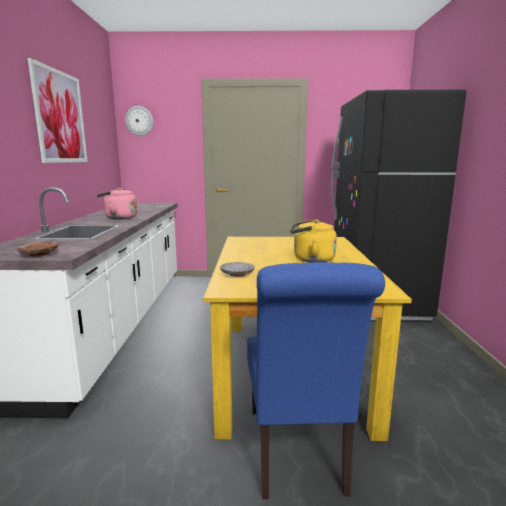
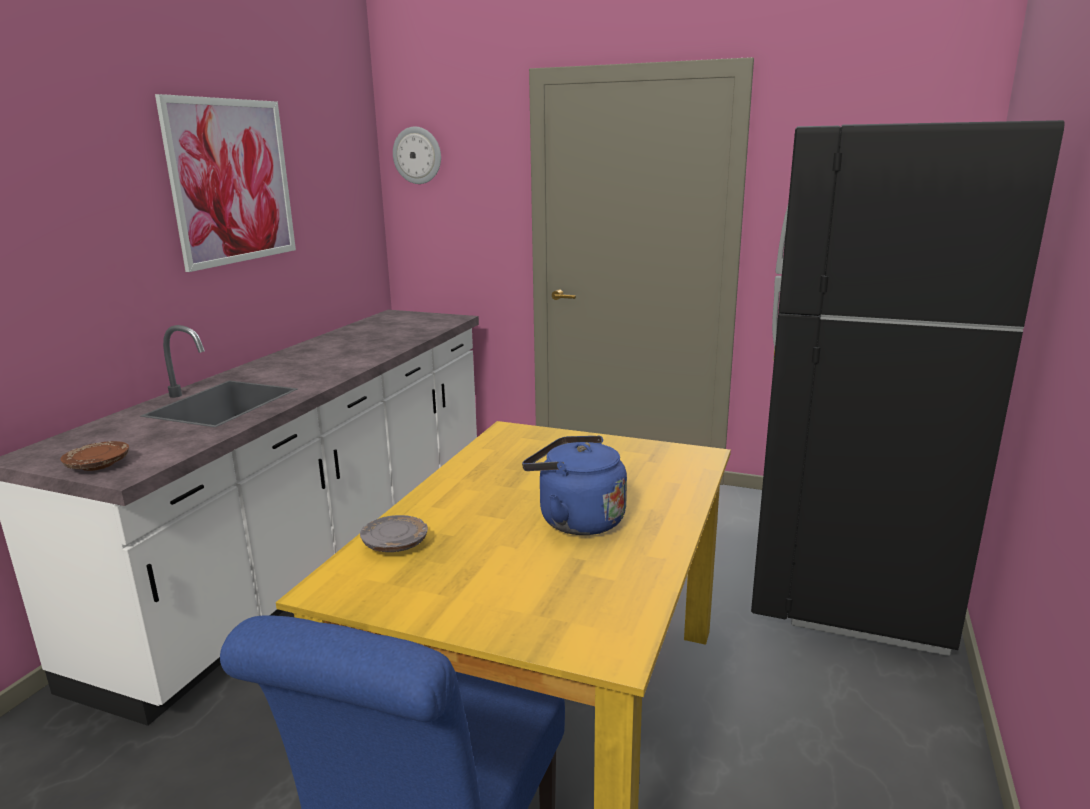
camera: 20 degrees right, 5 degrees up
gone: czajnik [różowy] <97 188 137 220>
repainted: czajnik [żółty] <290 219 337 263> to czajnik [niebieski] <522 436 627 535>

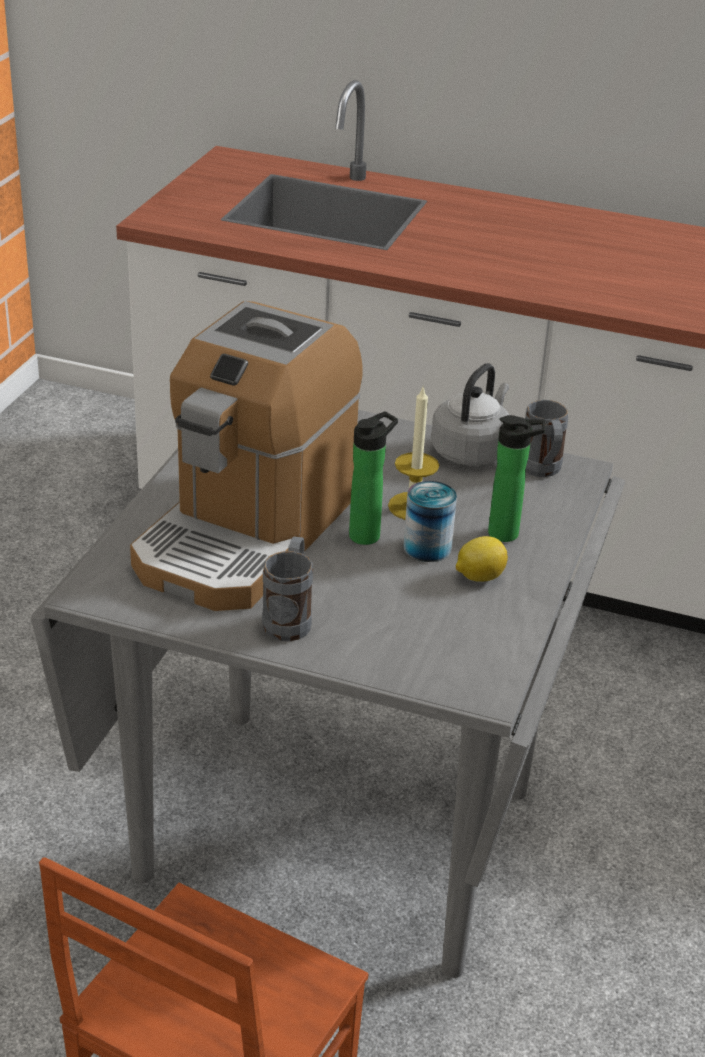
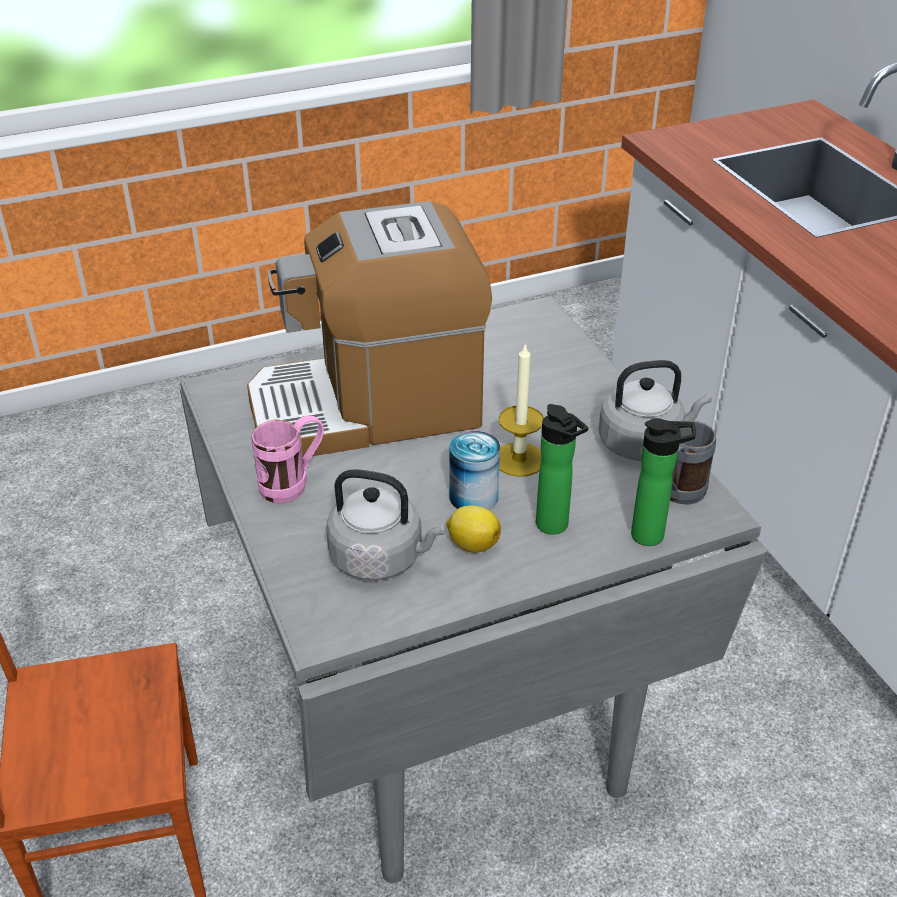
camera: 50 degrees right, 5 degrees up
new: czajnik [szary] <326 469 445 580>
shifted: butelka <349 411 398 545> to <631 418 696 546>
repainted: kubek [szary] <262 537 313 641> to kubek [różowy] <251 415 324 503>

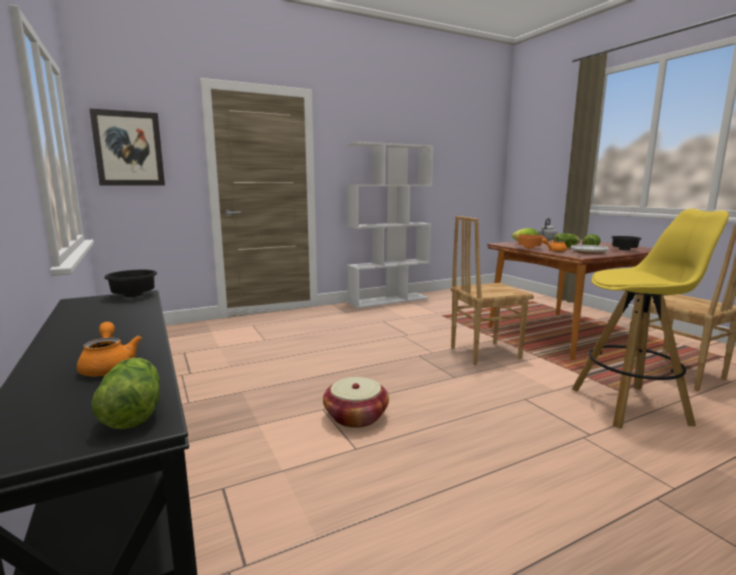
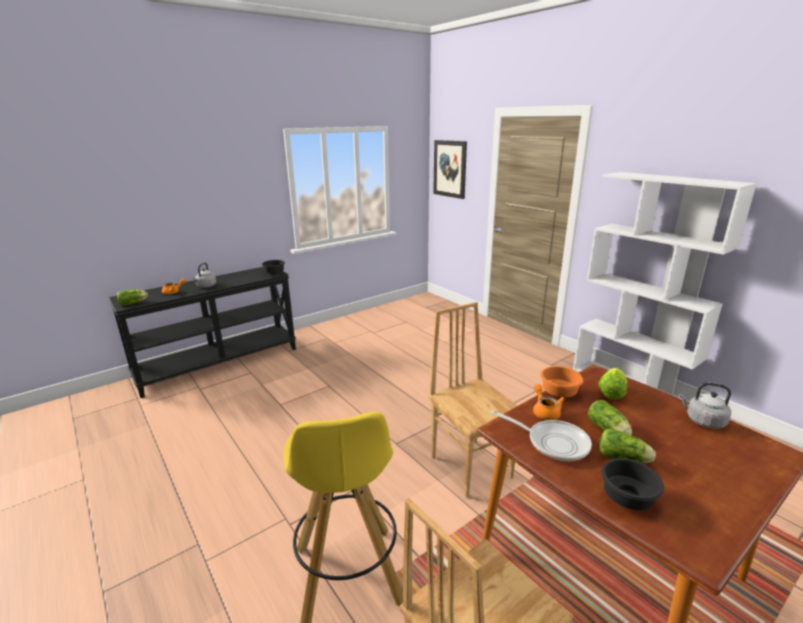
camera: 80 degrees right, 10 degrees up
gone: koszyk <323 377 389 428>
new: czajnik [szary] <194 262 217 288>

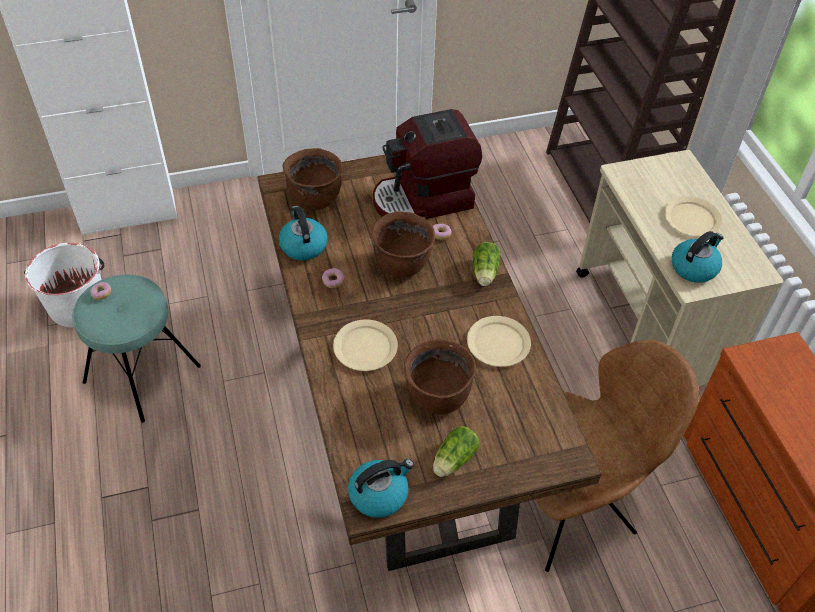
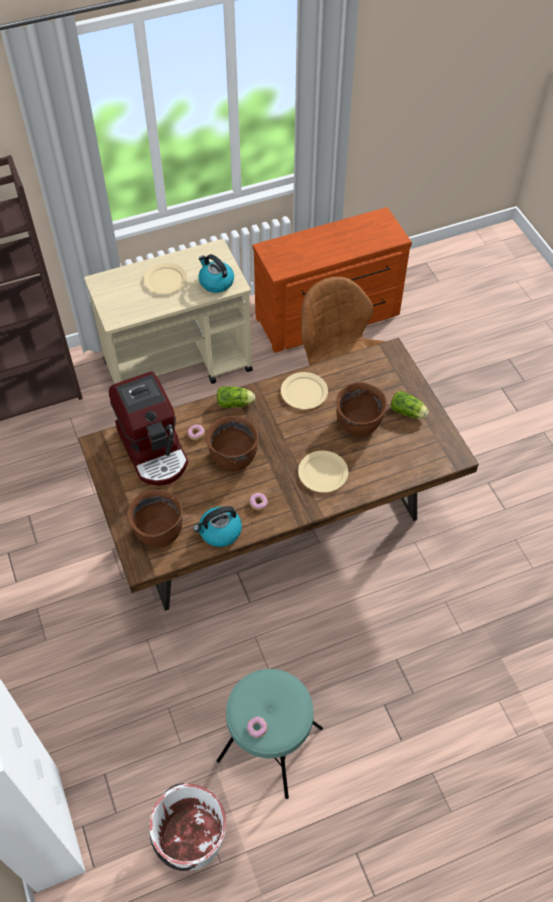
camera: 95 degrees left, 5 degrees up
gone: czajnik <348 459 414 518>

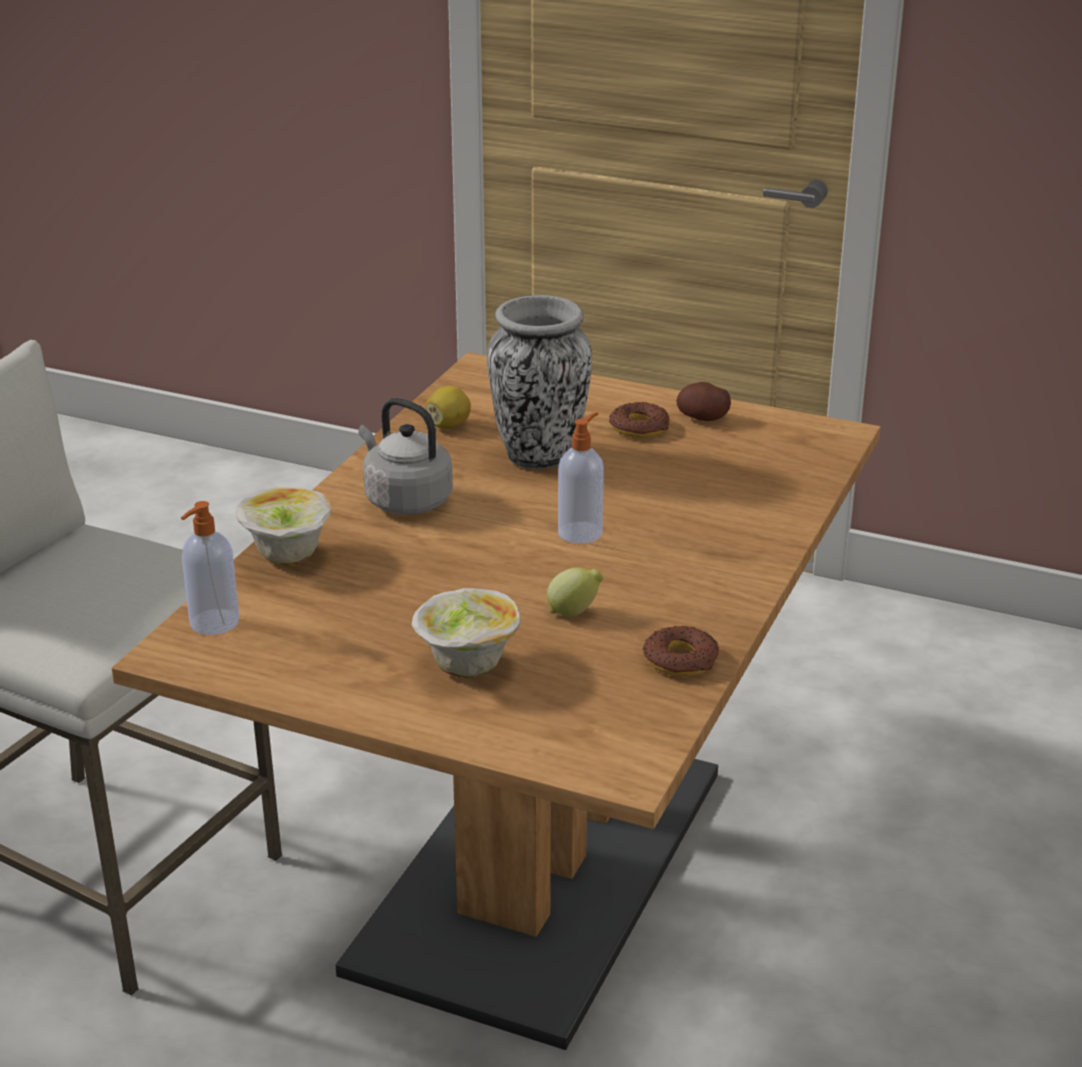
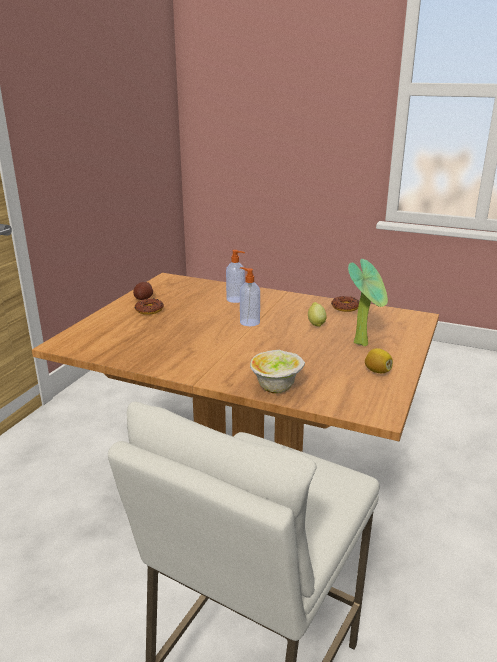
camera: 90 degrees left, 5 degrees down
gone: wazon <487 295 592 469>; czajnik [szary] <359 398 453 515>
shifted: cytryna <425 386 471 429> to <365 348 393 373>; dozownik mydła <181 501 239 635> to <226 250 245 303>
swapped: miska <412 588 521 678> to roślina doniczkowa <348 259 388 347>

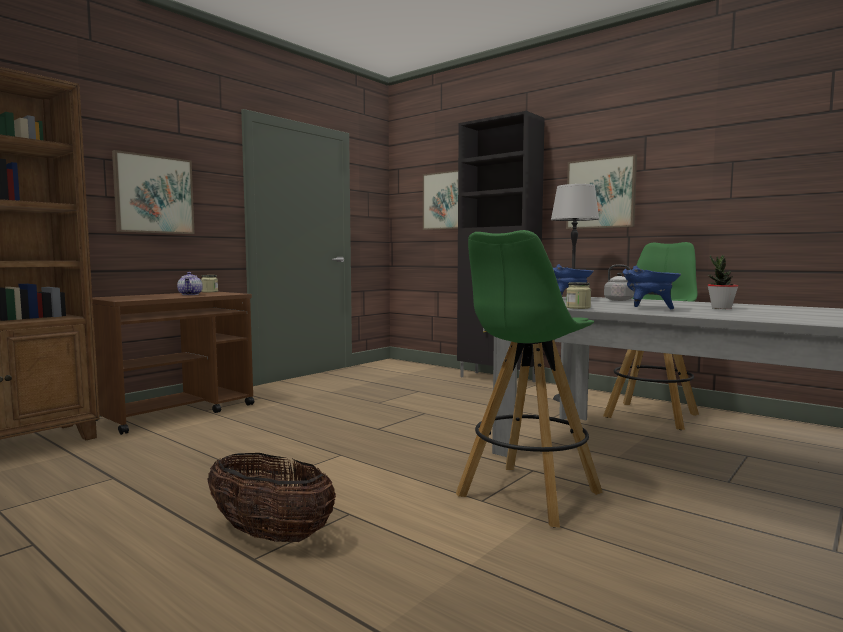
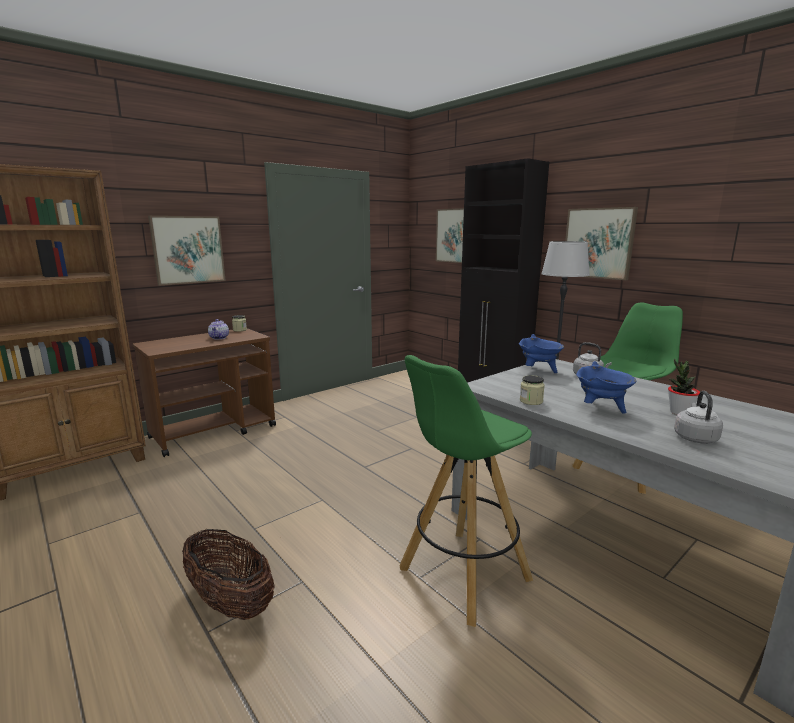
camera: 10 degrees right, 10 degrees up
new: czajnik [szary] <674 391 723 444>

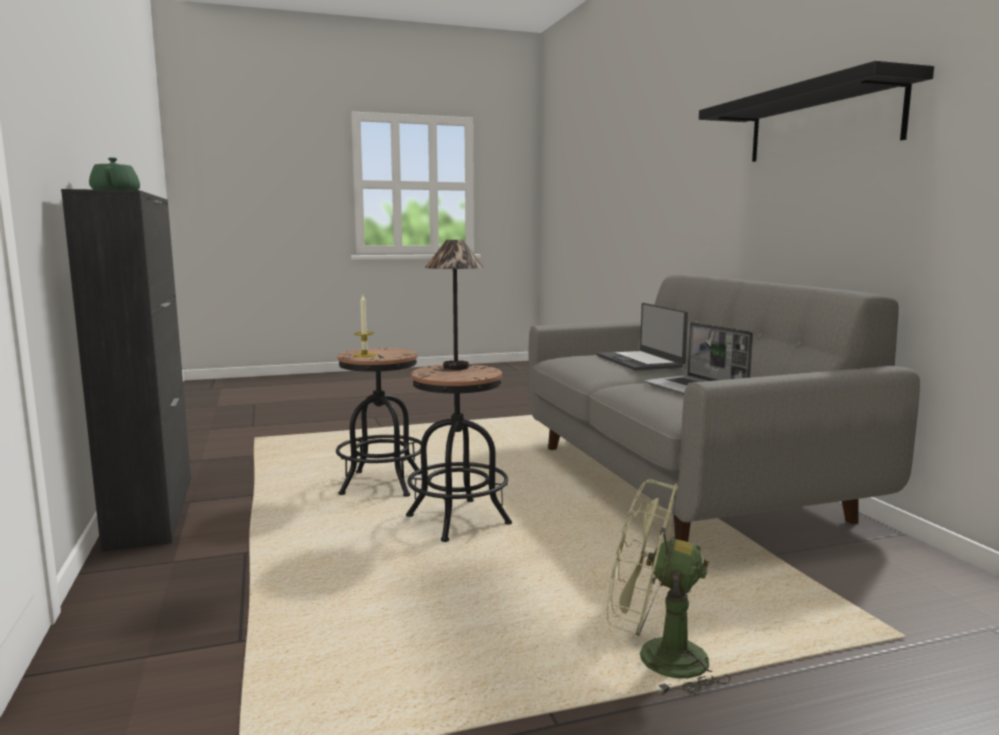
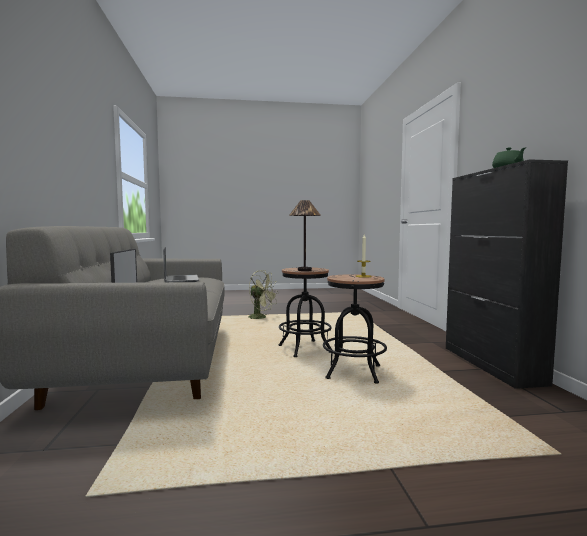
camera: 170 degrees left, 5 degrees down
gone: półka [czarny] <699 61 934 162>

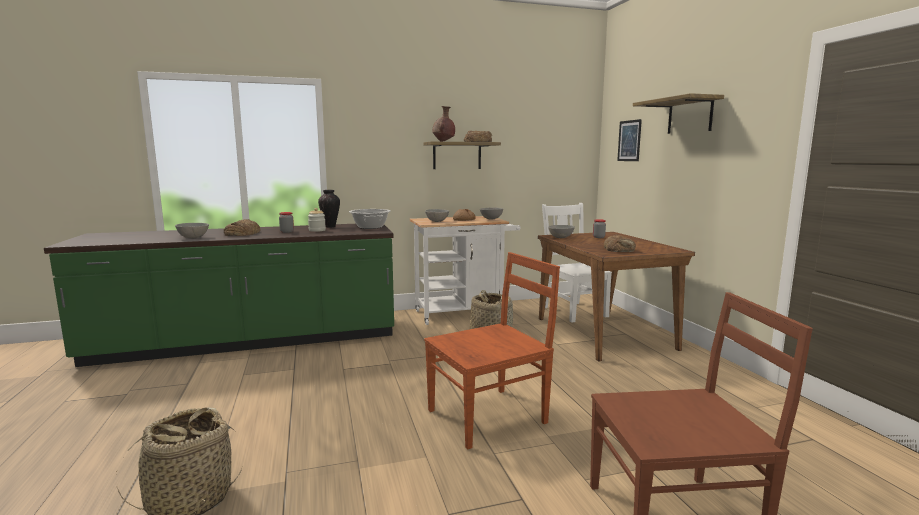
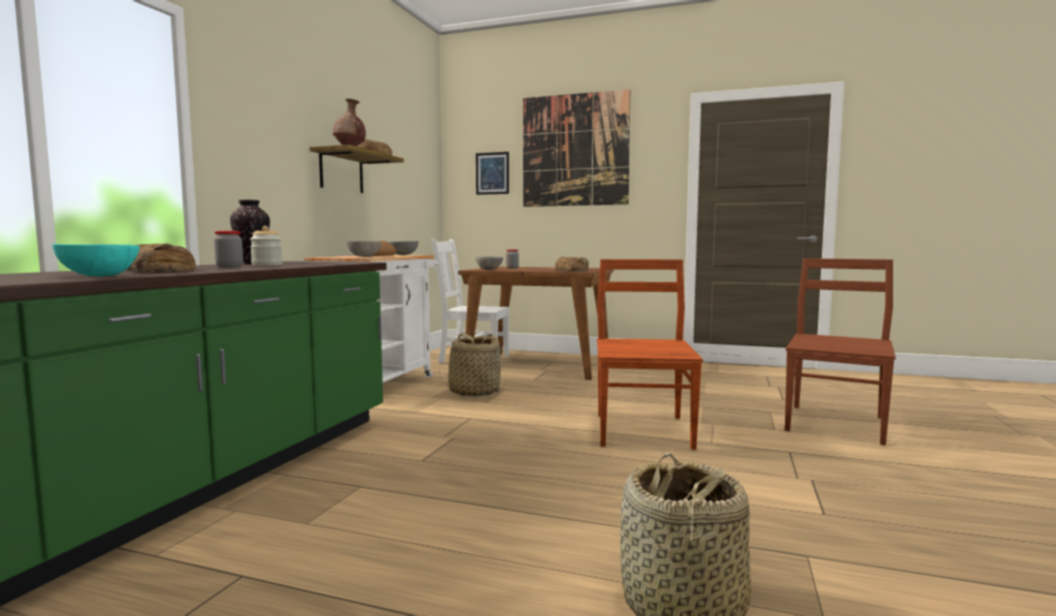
camera: 55 degrees left, 5 degrees down
gone: garnek <349 209 391 229>
swapped: półka <633 93 724 134> to obraz <523 89 630 207>
repainted: miska [szary] <175 223 209 239> to miska [turkusowy] <52 244 139 276>

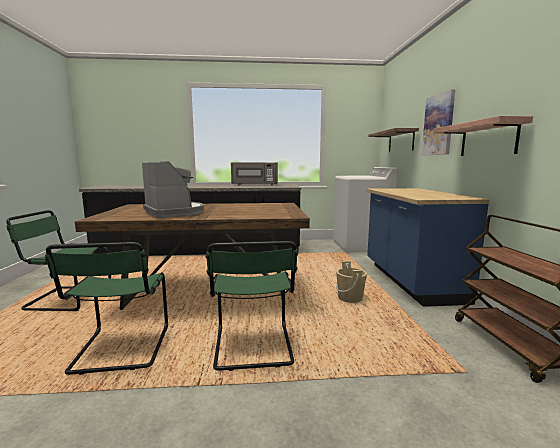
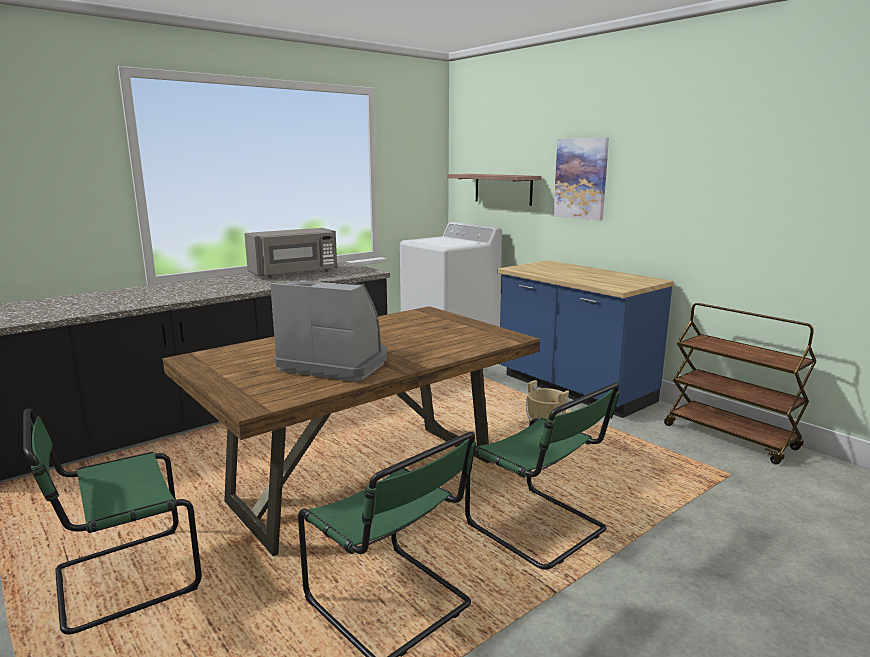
camera: 35 degrees left, 5 degrees up
gone: półka <433 116 533 156>

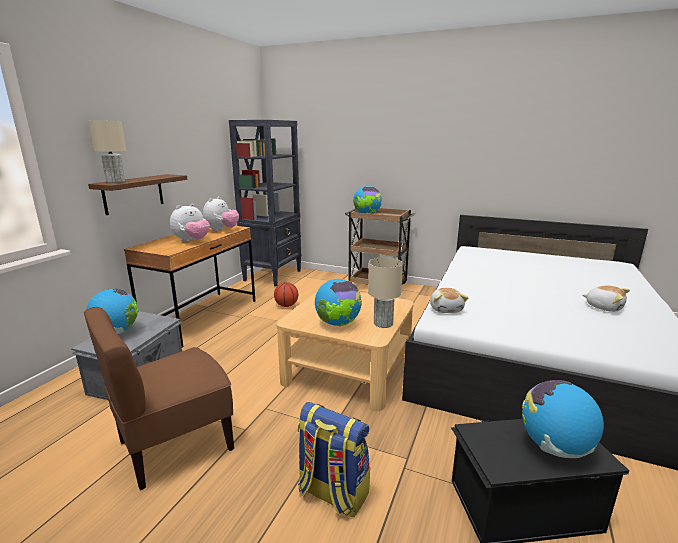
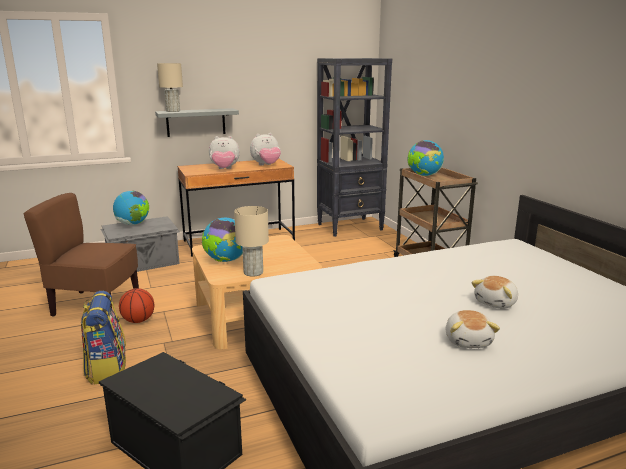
camera: 45 degrees right, 0 degrees up
gone: globus <522 380 604 458>
shifted: piłka do koszykówki <274 282 298 307> to <119 288 154 323>; pluszak <430 288 468 313> to <472 276 518 309>
repainted: półka [brązowy] <88 174 187 215> to półka [szary] <155 108 239 137>

